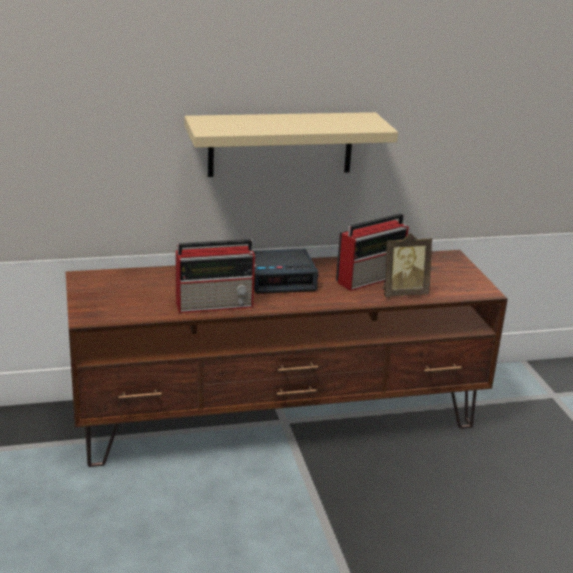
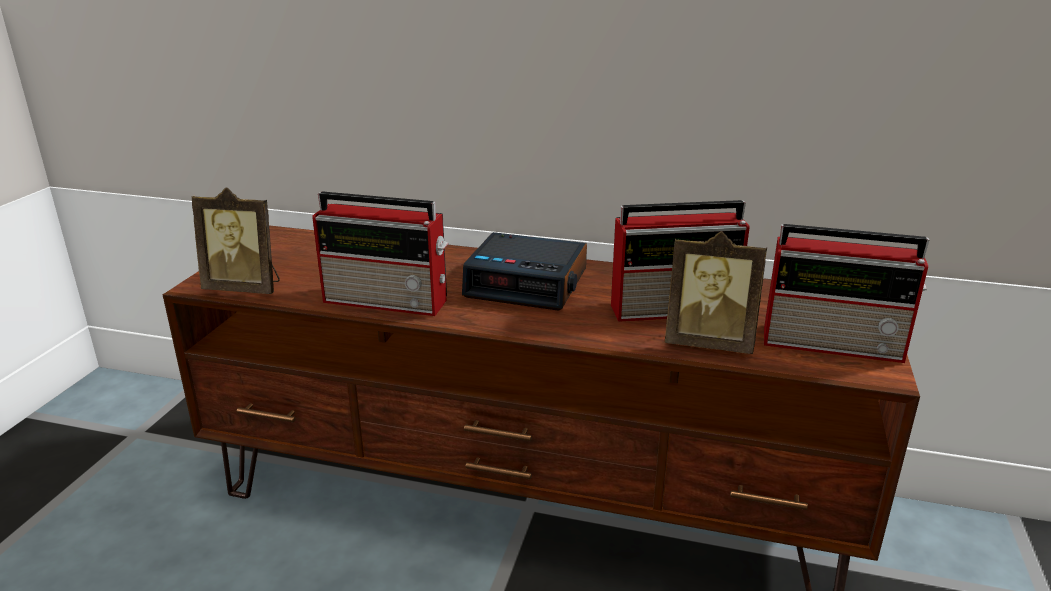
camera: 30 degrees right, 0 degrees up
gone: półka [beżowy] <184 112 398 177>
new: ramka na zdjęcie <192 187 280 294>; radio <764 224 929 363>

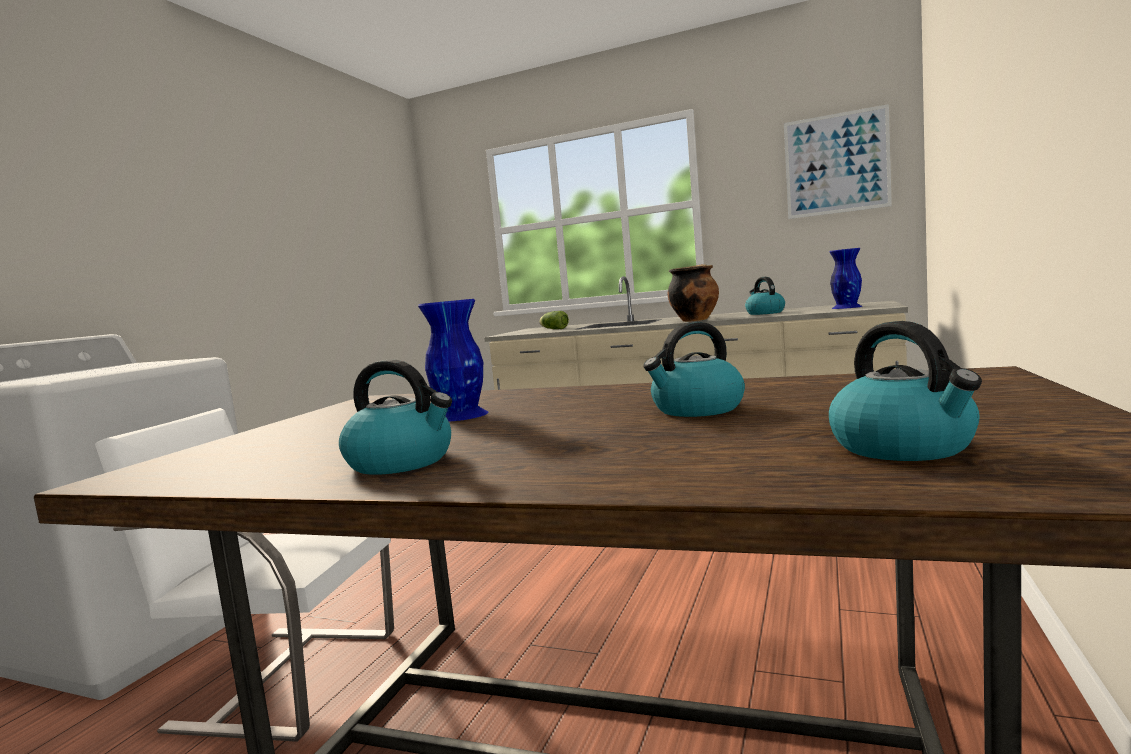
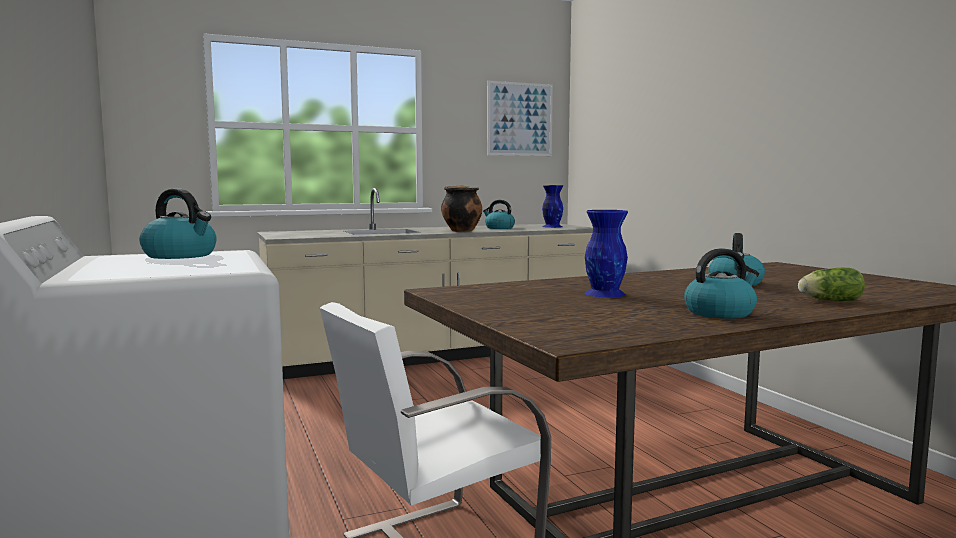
camera: 45 degrees left, 0 degrees up
shifted: sałata <539 311 569 329> to <798 268 865 301>; czajnik <829 321 982 461> to <139 188 217 259>

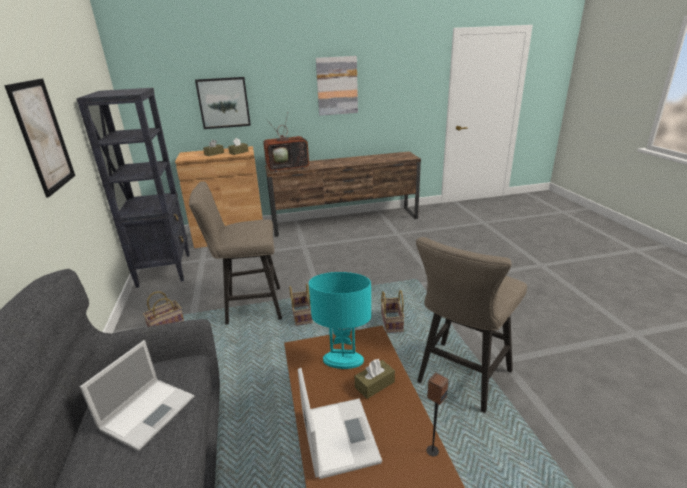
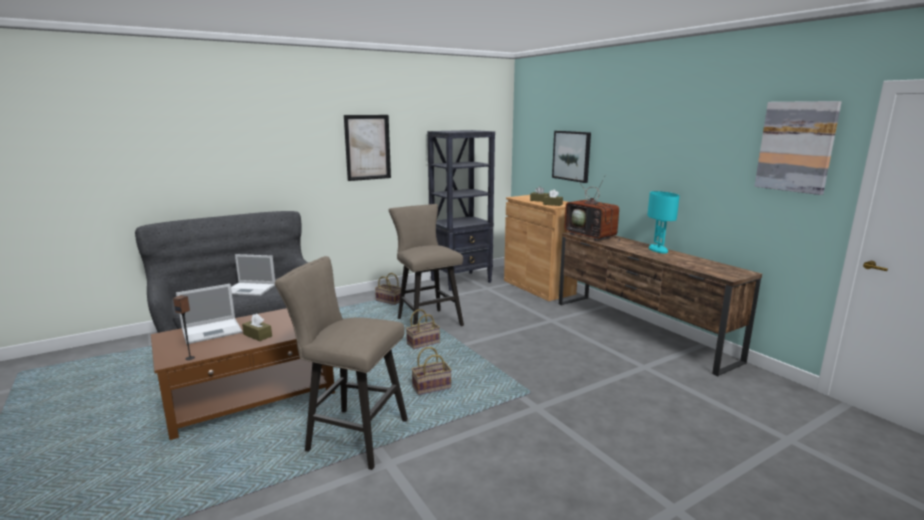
camera: 70 degrees right, 10 degrees down
shifted: obraz <316 56 358 116> to <754 101 842 195>; lampa stołowa [turkusowy] <309 272 371 369> to <648 191 679 254>

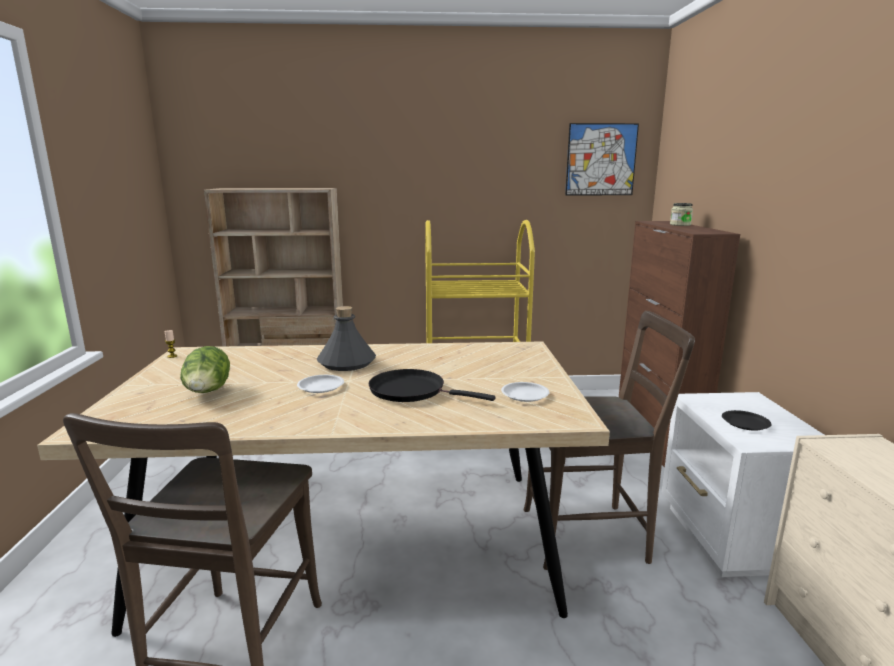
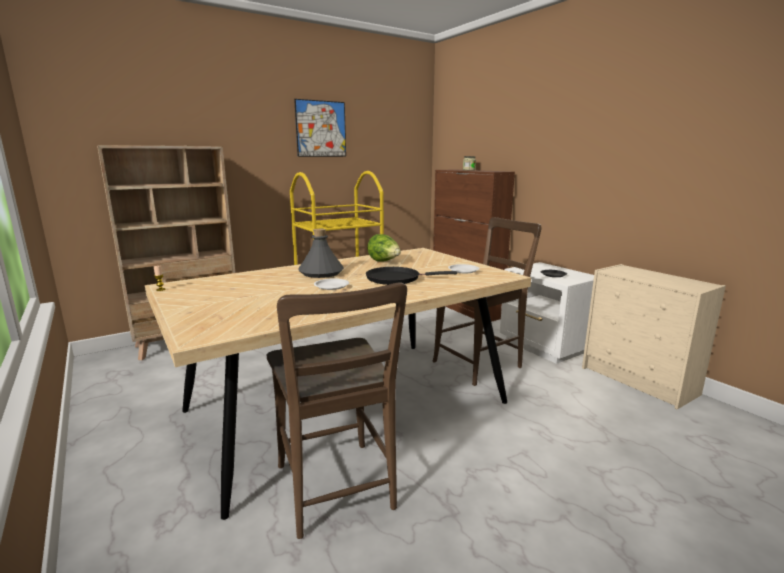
camera: 30 degrees left, 0 degrees up
shifted: obraz <565 123 639 195> to <294 99 346 157>; sałata <180 346 230 393> to <367 234 401 261>

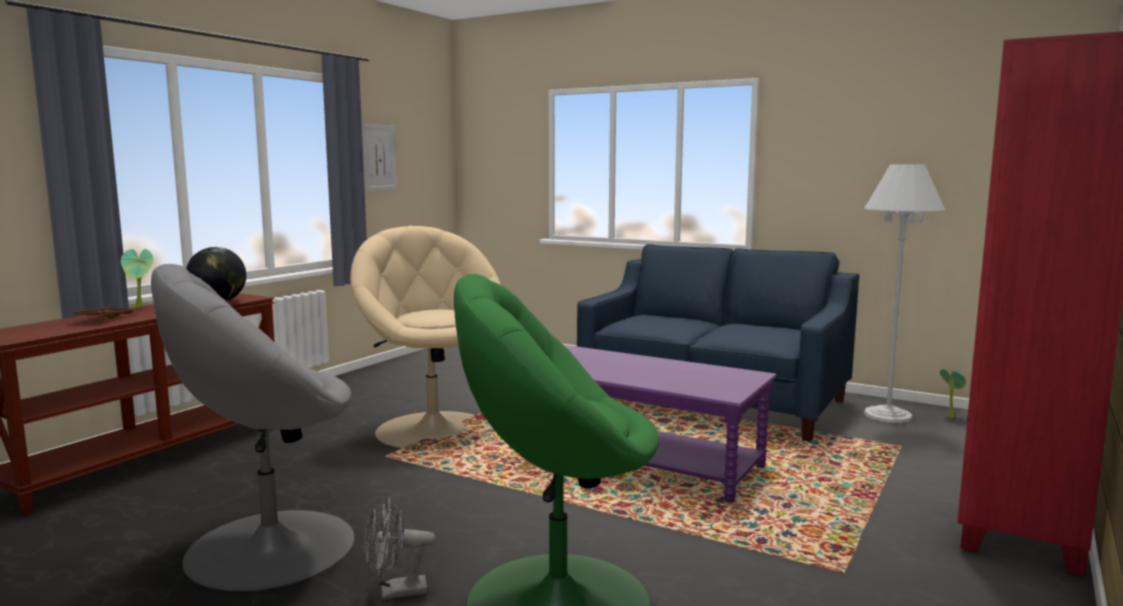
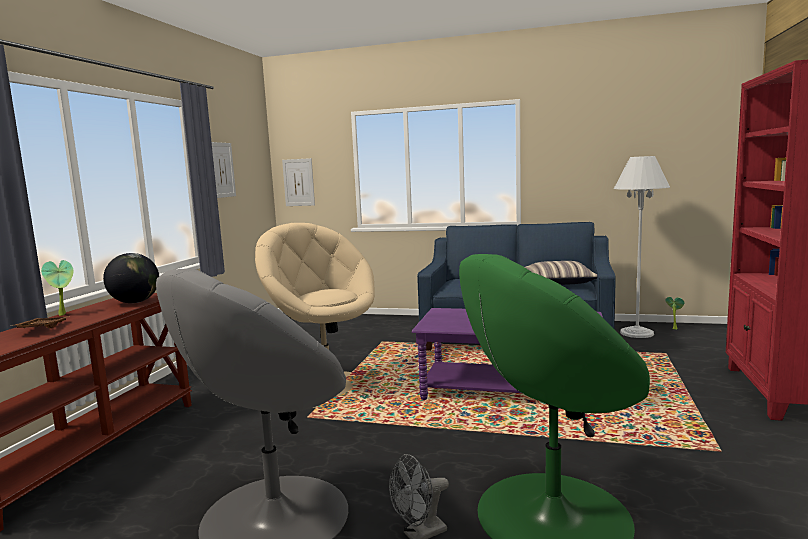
camera: 15 degrees left, 0 degrees up
new: obraz <282 158 315 206>; poduszka <525 261 597 285>

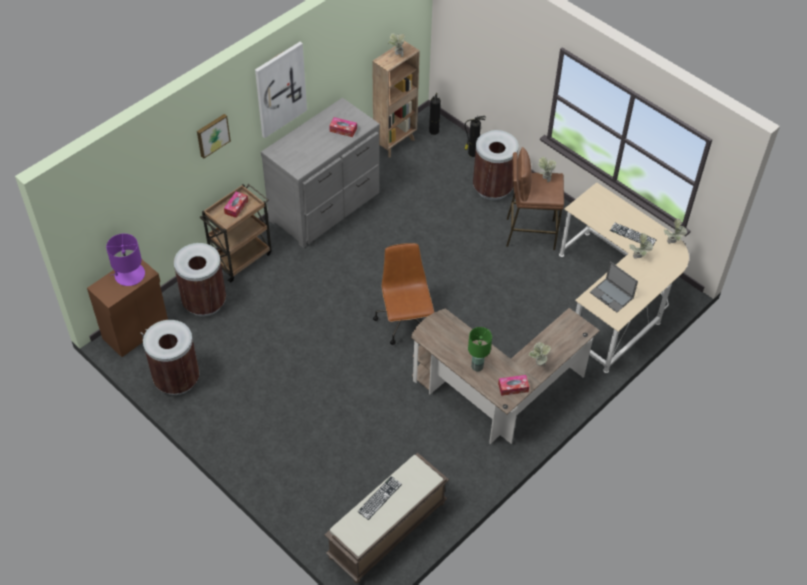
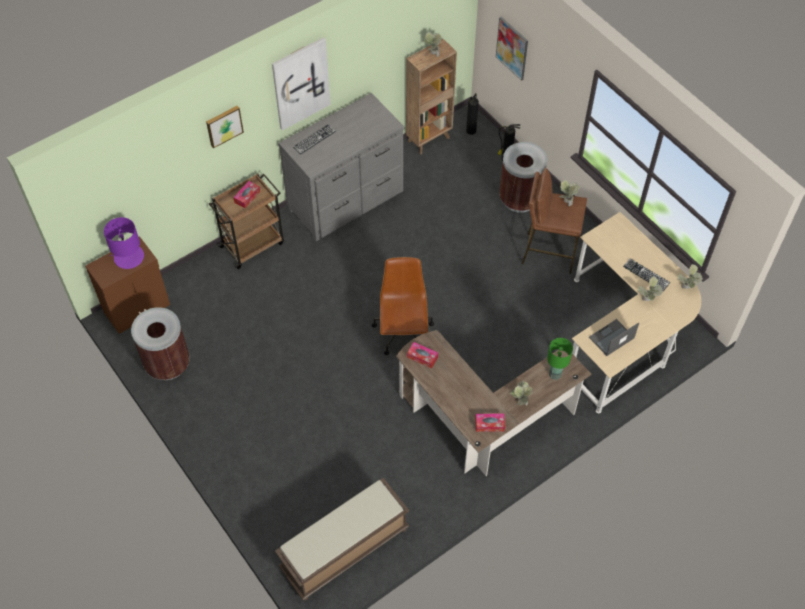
camera: 10 degrees right, 5 degrees up
gone: kosz na śmieci [brązowy] <174 243 226 317>
new: obraz <496 17 528 81>
shifted: pudełko chusteczek <329 117 357 137> to <407 342 438 369>; lampa stołowa [zielony] <468 327 492 372> to <547 338 573 380>; klawiatura <357 476 402 520> to <293 125 336 154>
rotated: laptop <590 261 638 312> = <589 319 639 356> 90 degrees clockwise

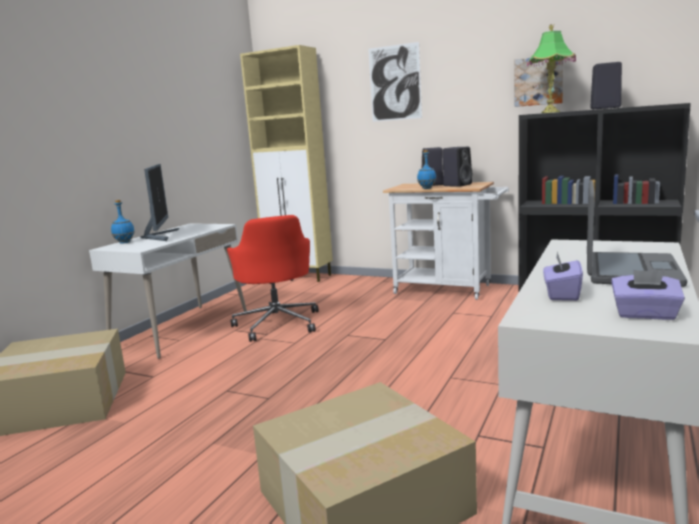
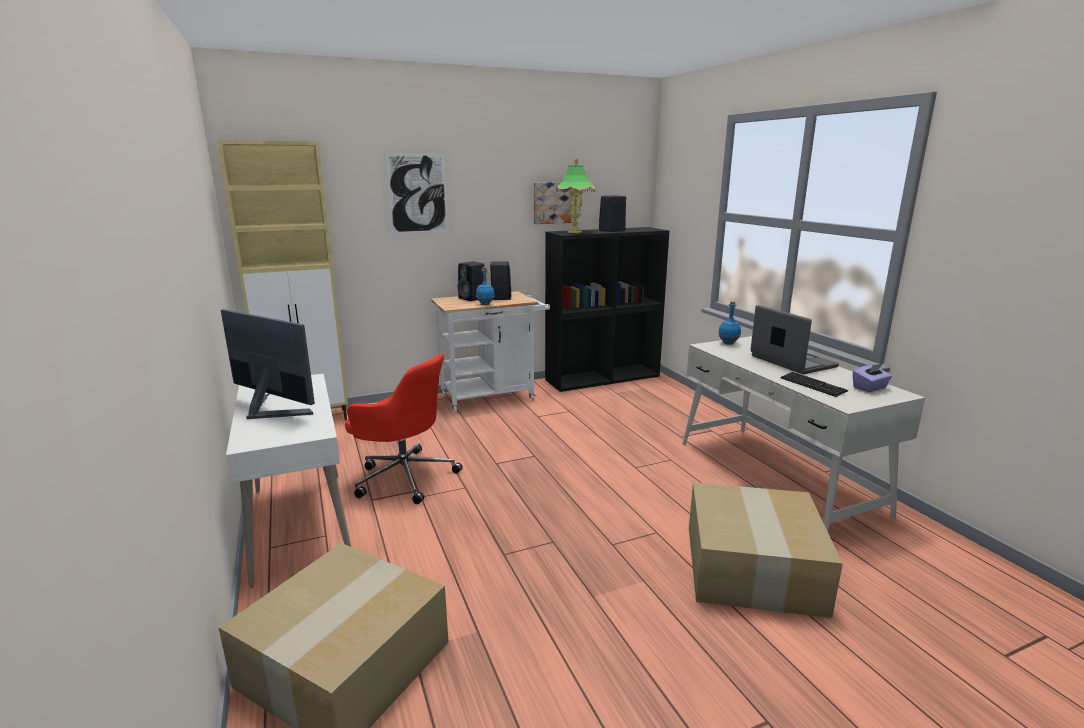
camera: 50 degrees left, 5 degrees up
shifted: butelka [niebieski] <111 200 135 243> to <718 301 741 345>
swapped: pudełko chusteczek [fioletowy] <543 252 583 301> to klawiatura <781 372 848 397>

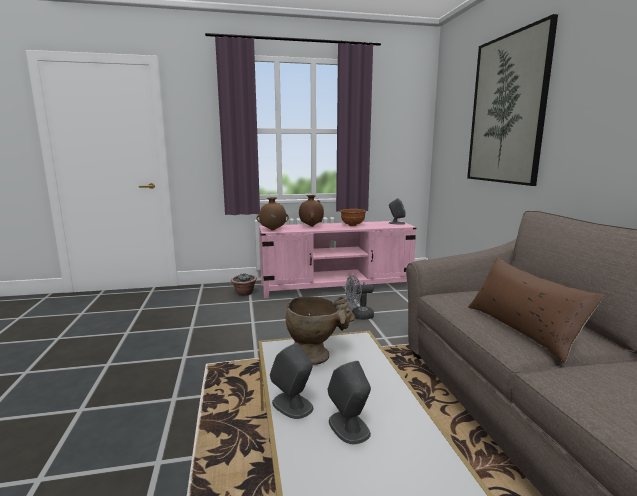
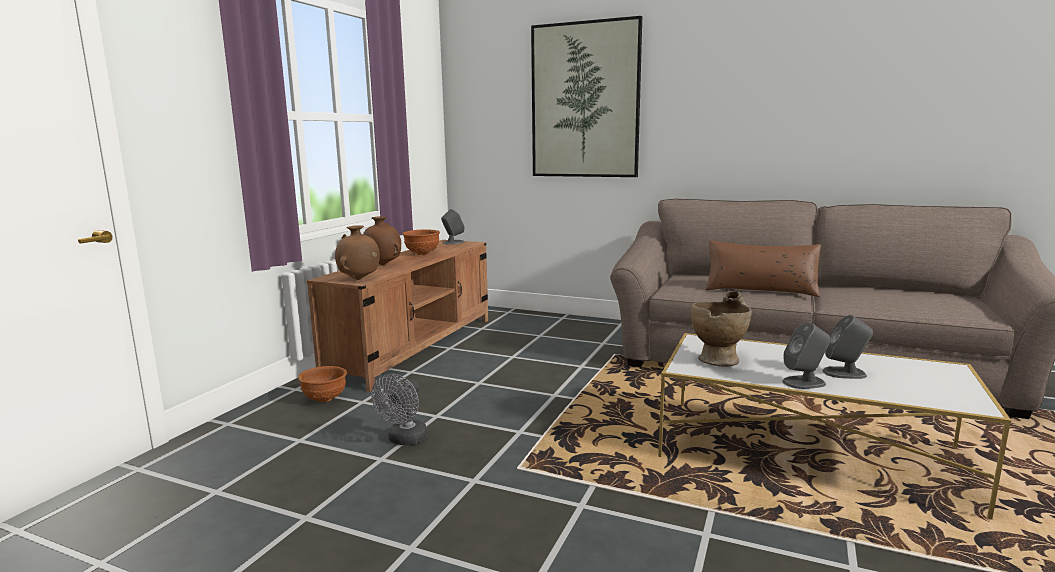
camera: 55 degrees left, 0 degrees up
shifted: wentylator [szary] <345 275 374 320> to <372 374 428 445>
swapped: roślina doniczkowa <231 273 257 296> to miska [brązowy] <298 366 347 402>
repainted: szafka pod telewizor [różowy] <259 221 416 298> to szafka pod telewizor [brązowy] <307 240 488 392>

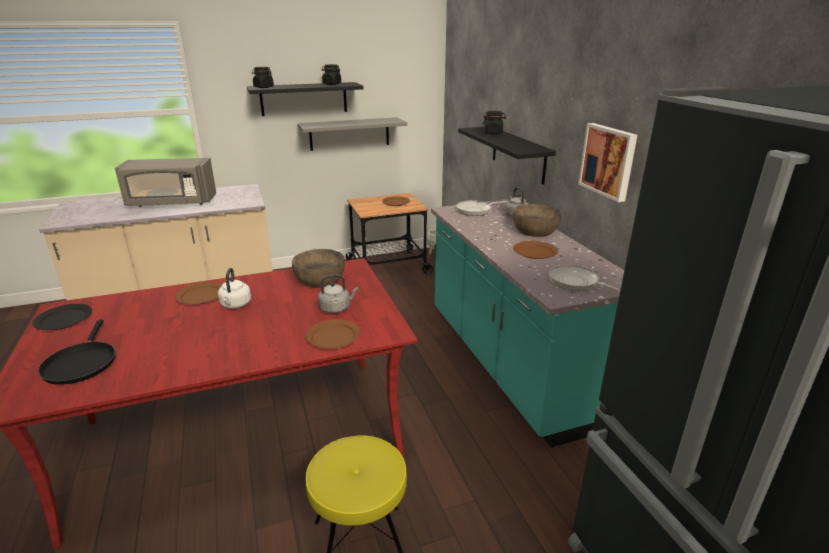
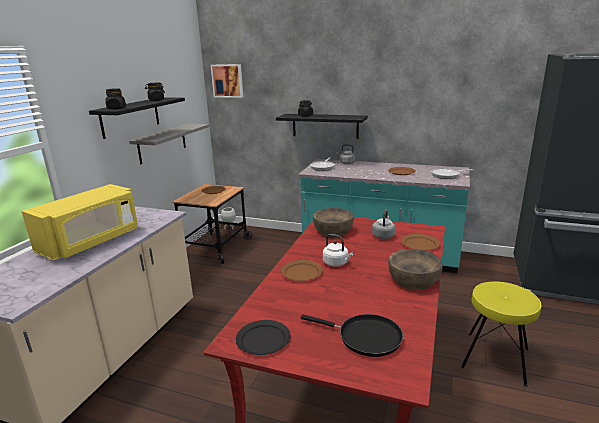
camera: 50 degrees left, 5 degrees down
shifted: obraz <578 123 637 202> to <211 64 243 98>; miska [brązowy] <513 204 561 237> to <388 249 443 290>
repainted: mikrofalówka [szary] <115 158 216 207> to mikrofalówka [żółty] <22 184 138 261>

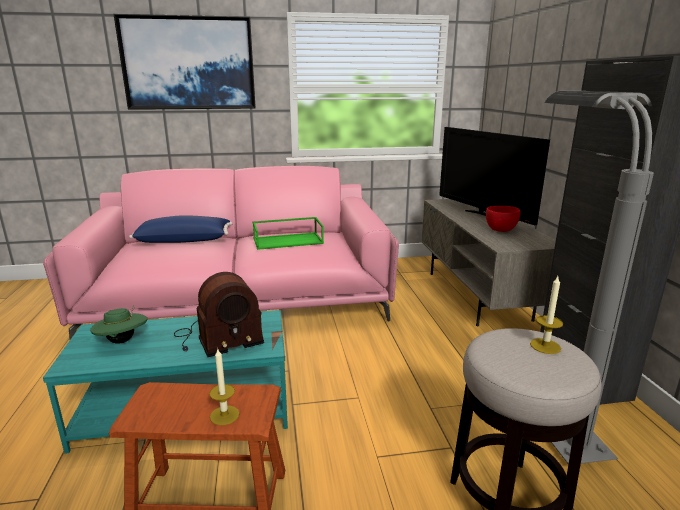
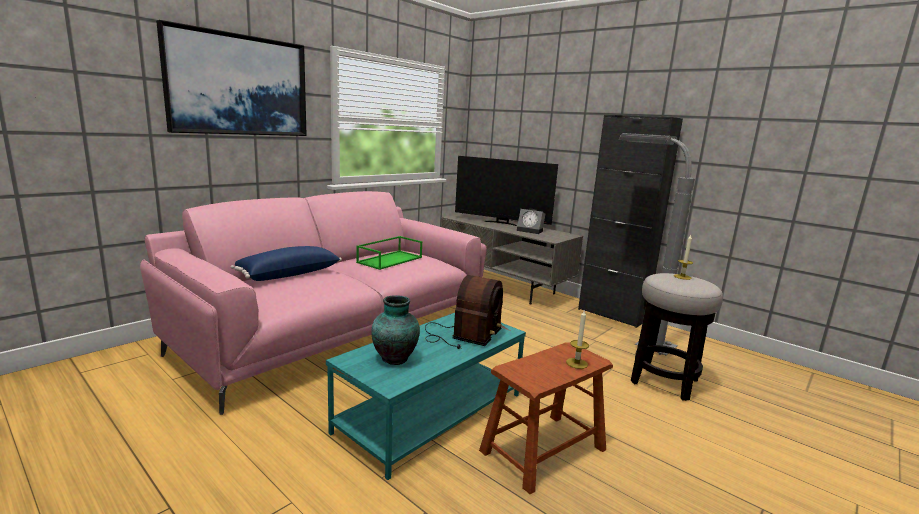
camera: 40 degrees left, 5 degrees down
swapped: miska [czerwony] <486 206 521 232> to budzik <517 209 545 234>; kapelusz [zielony] <90 307 147 344> to wazon <371 295 420 365>

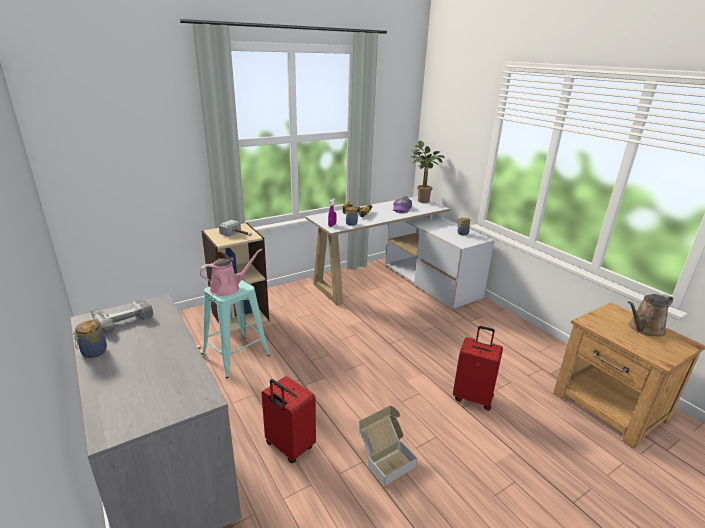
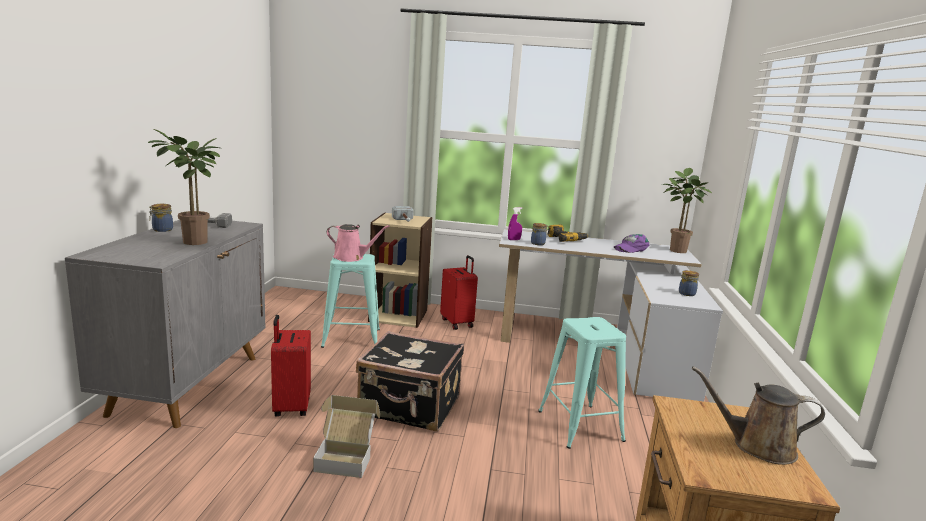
camera: 40 degrees right, 10 degrees down
new: roślina doniczkowa <148 129 220 245>; stołek [turkusowy] <538 317 626 449>; walizka [czarny] <356 331 464 431>
shifted: walizka [czerwony] <453 326 503 411> to <440 255 478 330>

